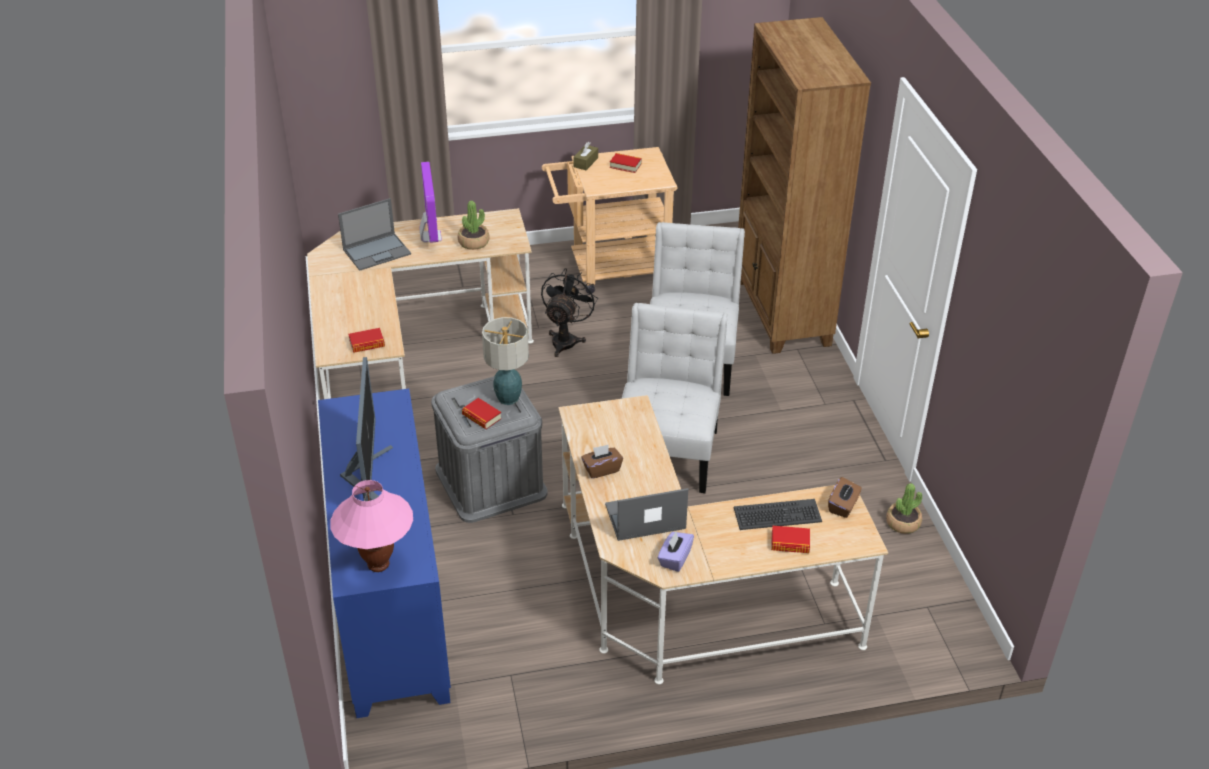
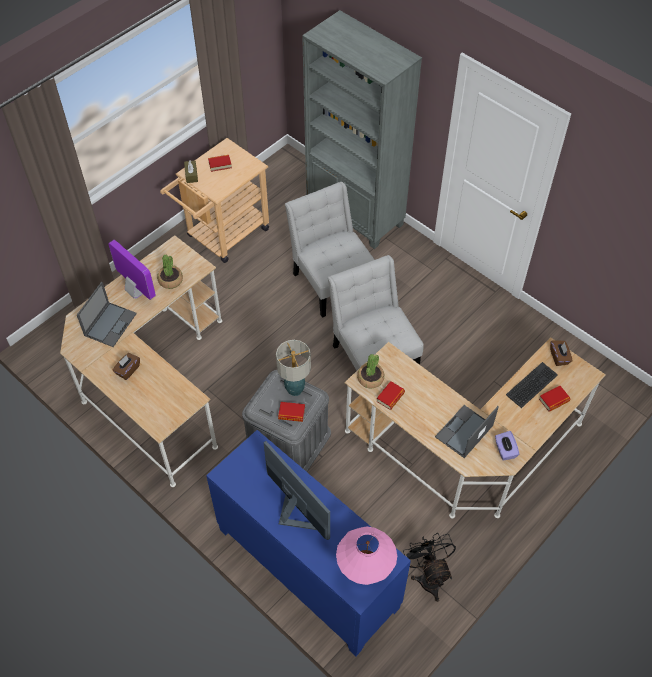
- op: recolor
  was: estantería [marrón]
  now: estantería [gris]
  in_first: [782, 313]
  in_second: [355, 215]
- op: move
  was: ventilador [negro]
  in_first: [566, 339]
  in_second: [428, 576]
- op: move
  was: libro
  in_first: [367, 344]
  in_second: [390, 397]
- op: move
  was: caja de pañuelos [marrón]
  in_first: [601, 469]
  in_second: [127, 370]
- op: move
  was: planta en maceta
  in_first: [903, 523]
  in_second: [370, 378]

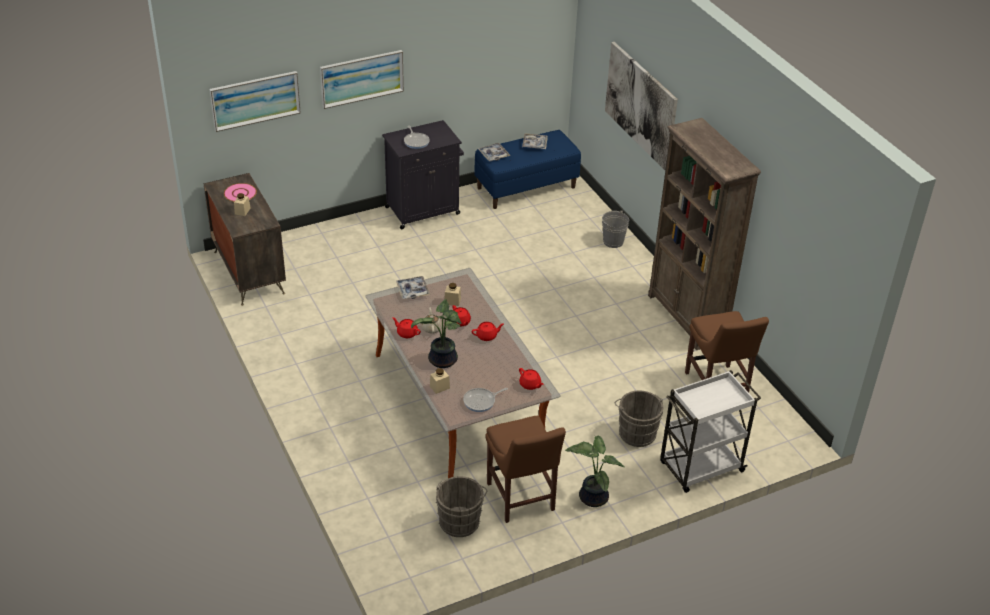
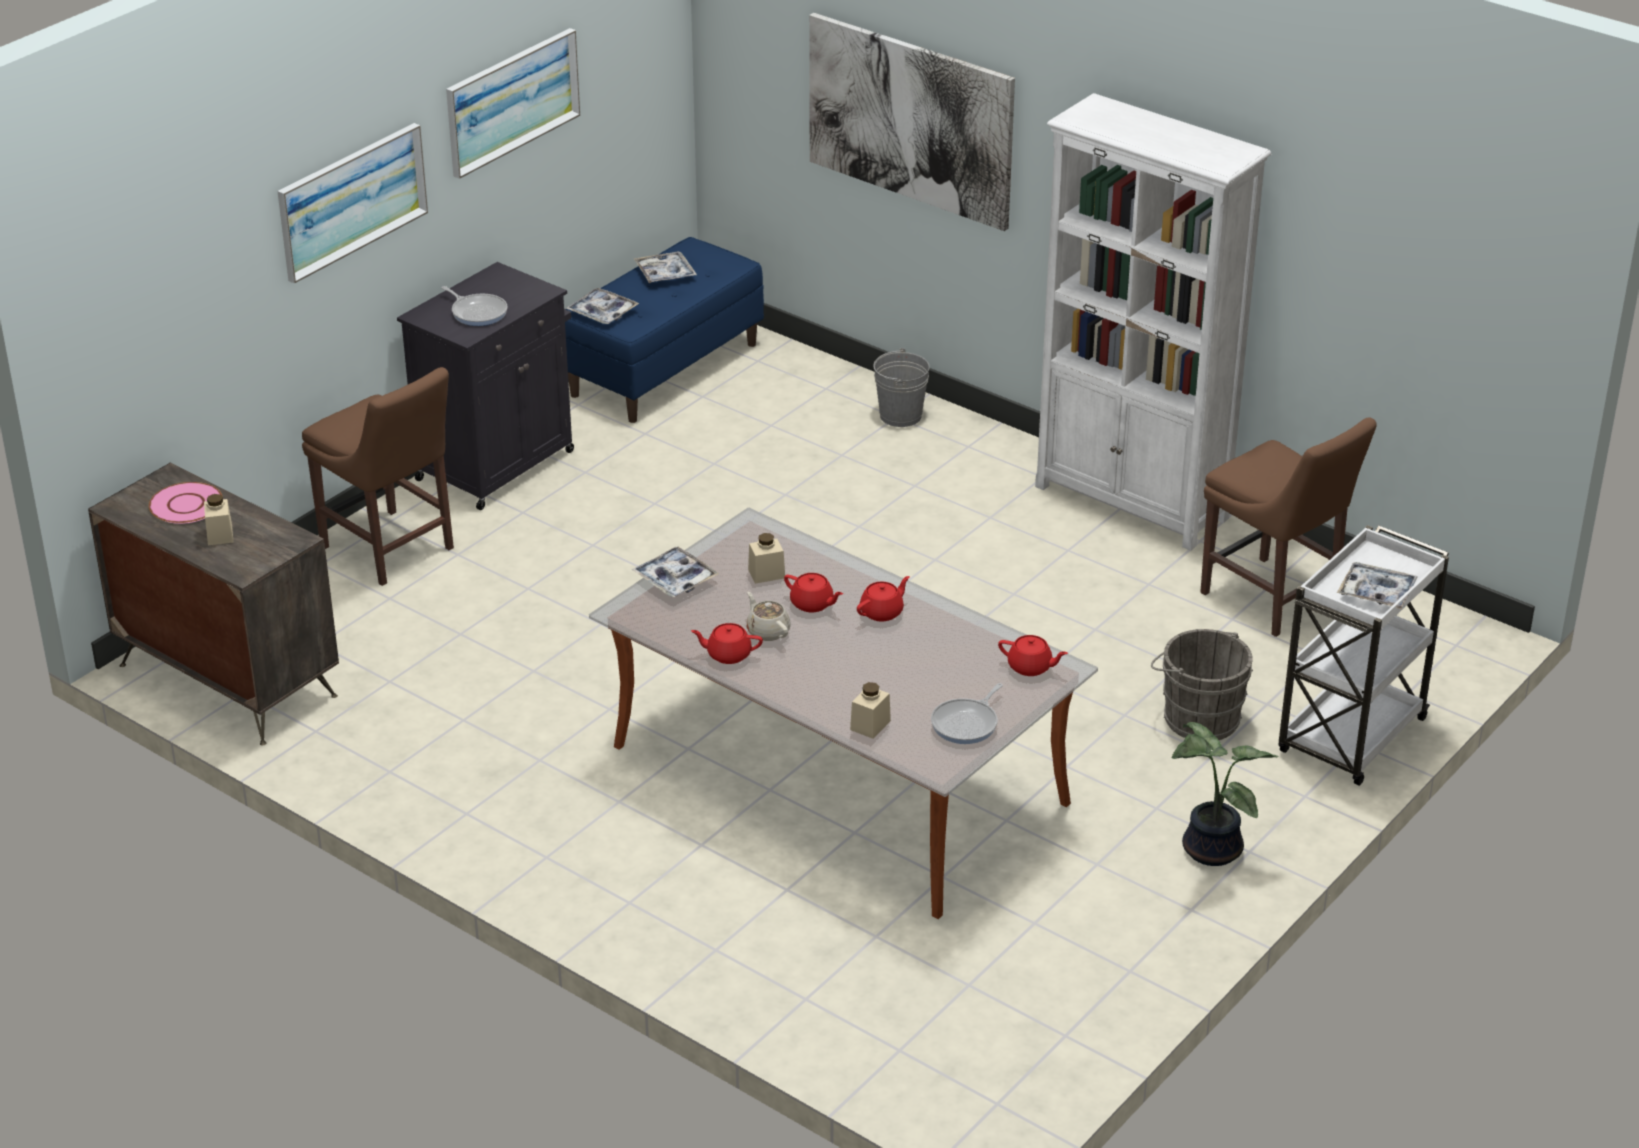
- op: move
  was: cuadro
  in_first: [255, 100]
  in_second: [512, 101]
- op: recolor
  was: estantería [marrón]
  now: estantería [blanco]
  in_first: [687, 318]
  in_second: [1132, 503]
- op: delete
  was: planta en maceta
  in_first: [442, 361]
- op: move
  was: silla [marrón]
  in_first: [521, 499]
  in_second: [391, 550]
- op: delete
  was: cubo [gris]
  in_first: [460, 520]
- op: insert
  now: bandeja
  in_second: [1376, 592]

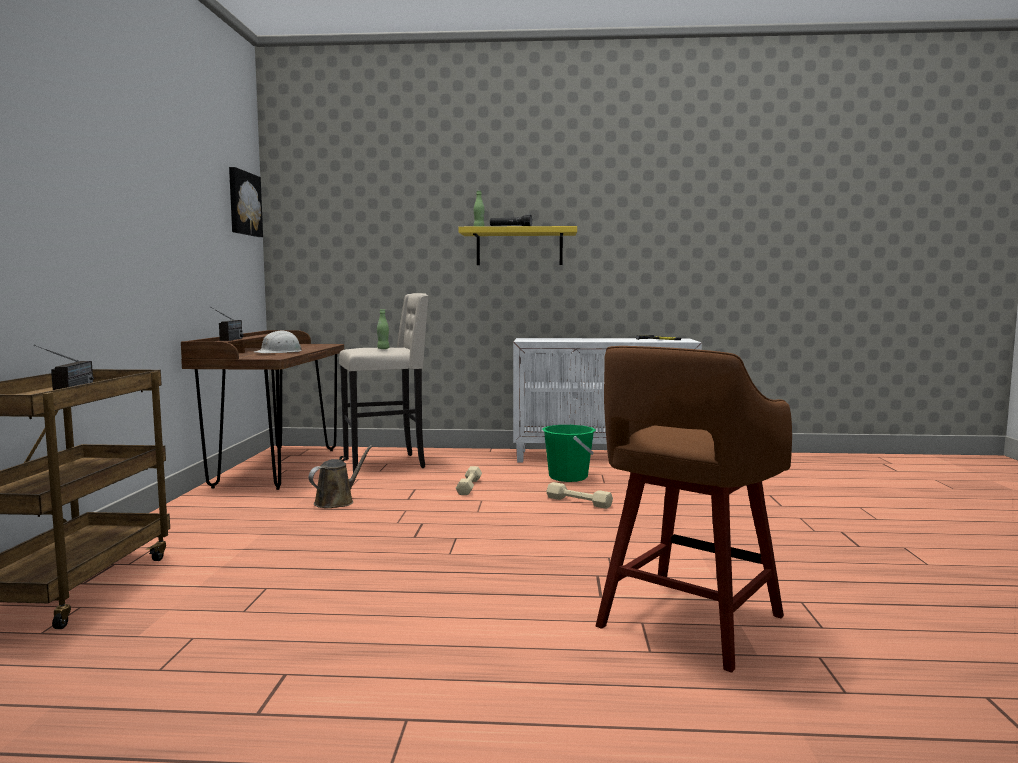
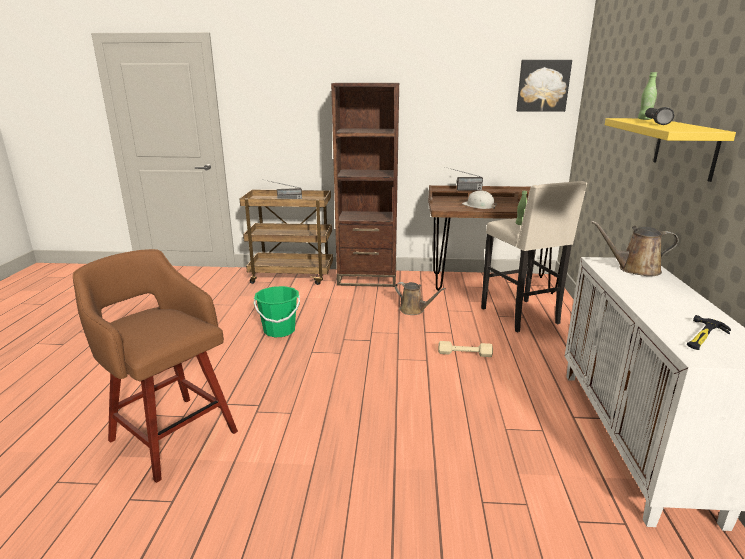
- op: move
  was: cubo [verde]
  in_first: [568, 477]
  in_second: [279, 330]
- op: delete
  was: mancuerna [beis]
  in_first: [579, 502]
- op: insert
  now: estantería [marrón]
  in_second: [367, 278]
- op: insert
  now: regadera [marrón]
  in_second: [635, 269]

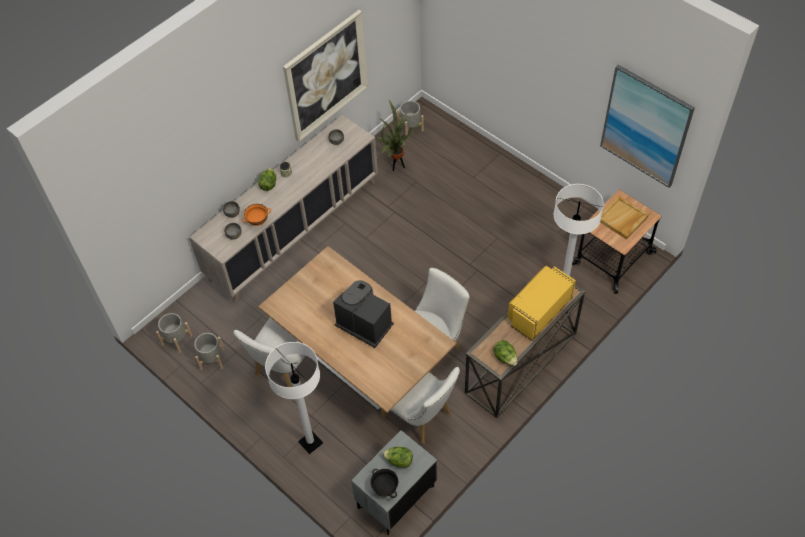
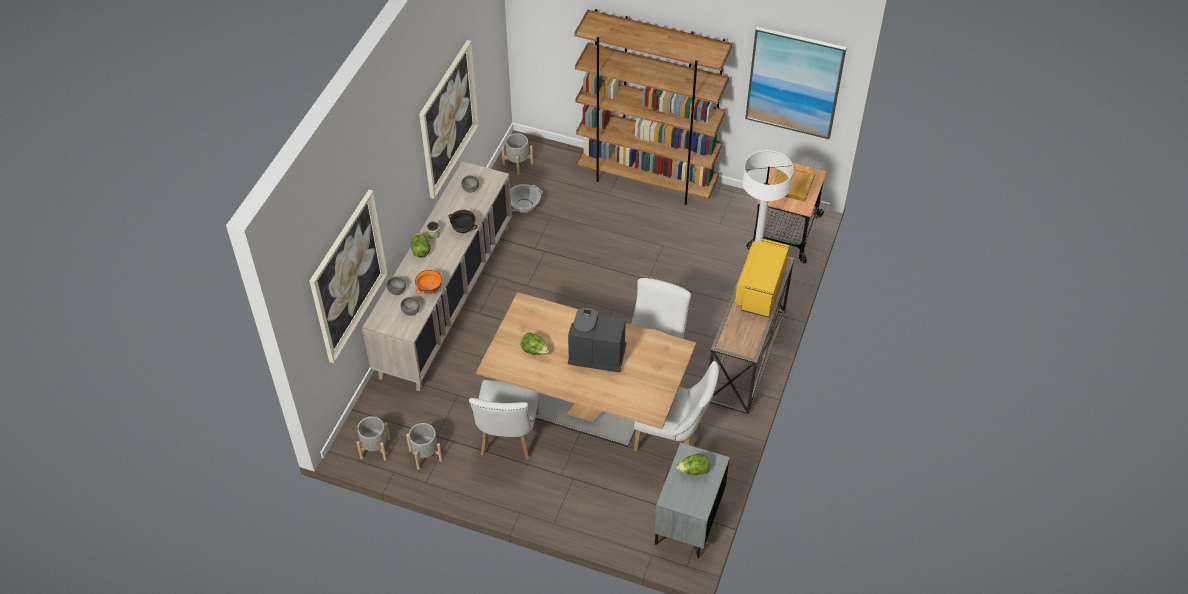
- op: replace
  was: planta en maceta
  now: olla
  in_first: [397, 166]
  in_second: [524, 205]
- op: move
  was: lechuga
  in_first: [505, 358]
  in_second: [534, 351]
- op: delete
  was: lámpara de pie [blanco]
  in_first: [310, 442]
- op: move
  was: cuenco [negro]
  in_first: [384, 488]
  in_second: [463, 230]
- op: insert
  now: estantería [marrón]
  in_second: [647, 180]
- op: insert
  now: cuadro
  in_second: [348, 276]

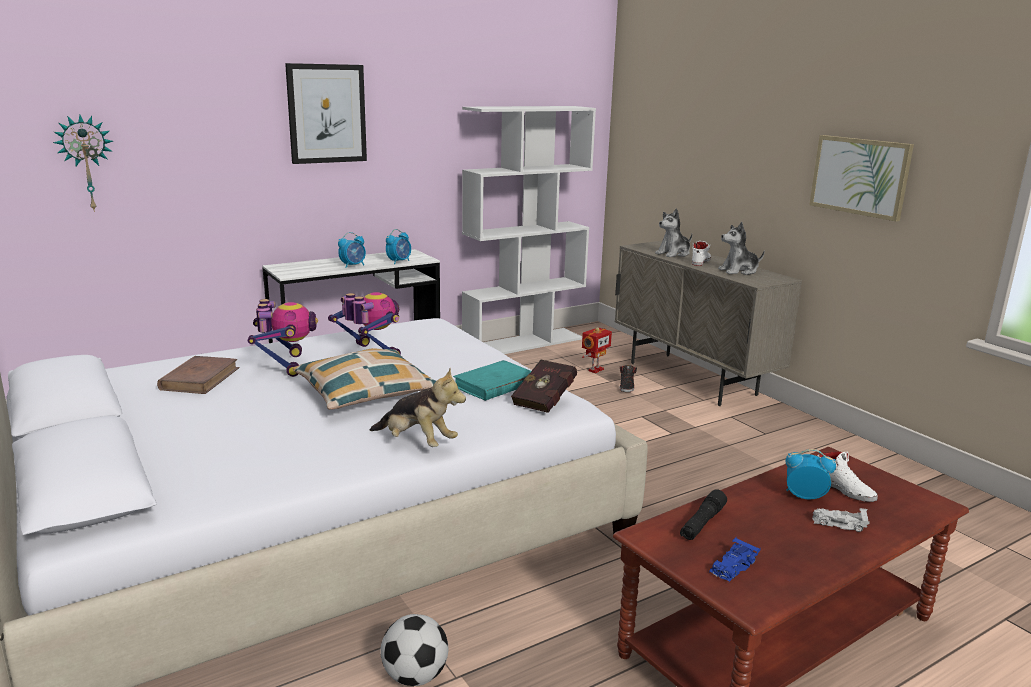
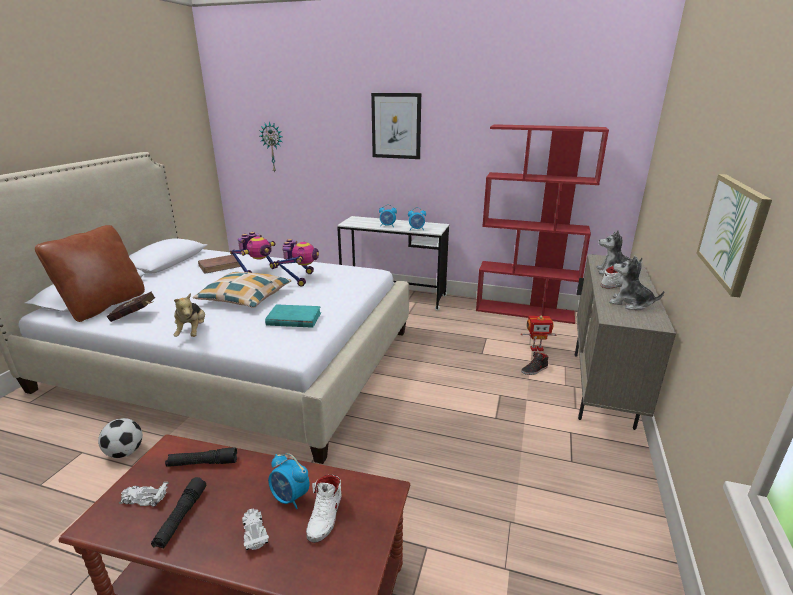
- op: recolor
  was: estantería [blanco]
  now: estantería [rojo]
  in_first: [523, 343]
  in_second: [525, 311]
- op: move
  was: libro [rojo]
  in_first: [546, 400]
  in_second: [136, 316]
- op: rotate
  was: despertador
  in_first: [804, 496]
  in_second: [290, 498]
  clockwise: 150
- op: recolor
  was: coche de juguete [azul]
  now: coche de juguete [blanco]
  in_first: [732, 567]
  in_second: [144, 498]
- op: insert
  now: cojín [marrón]
  in_second: [104, 305]
- op: insert
  now: linterna [negro]
  in_second: [181, 518]

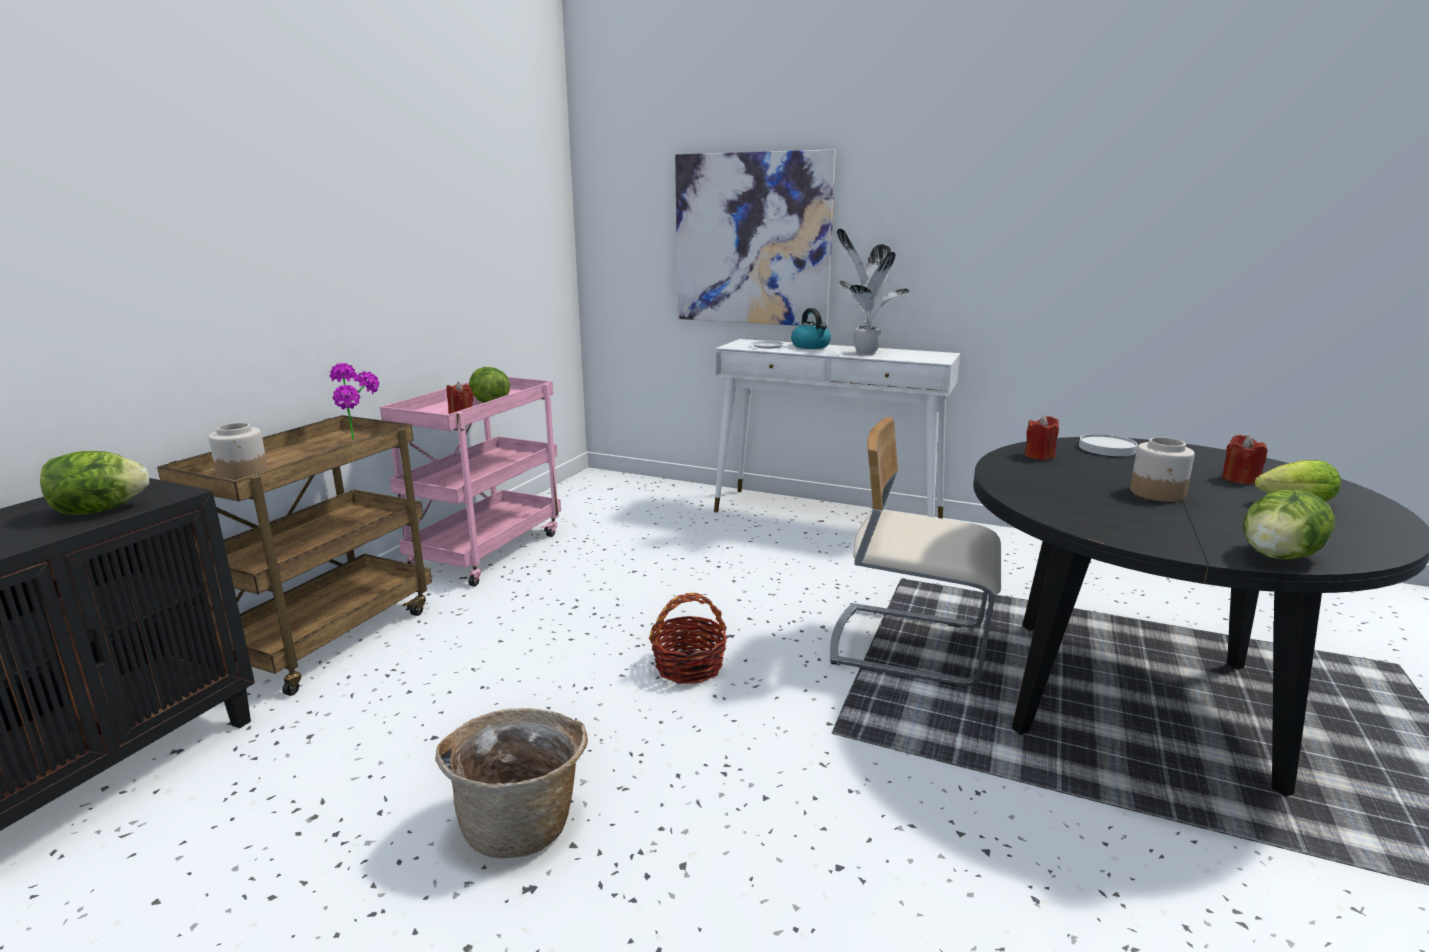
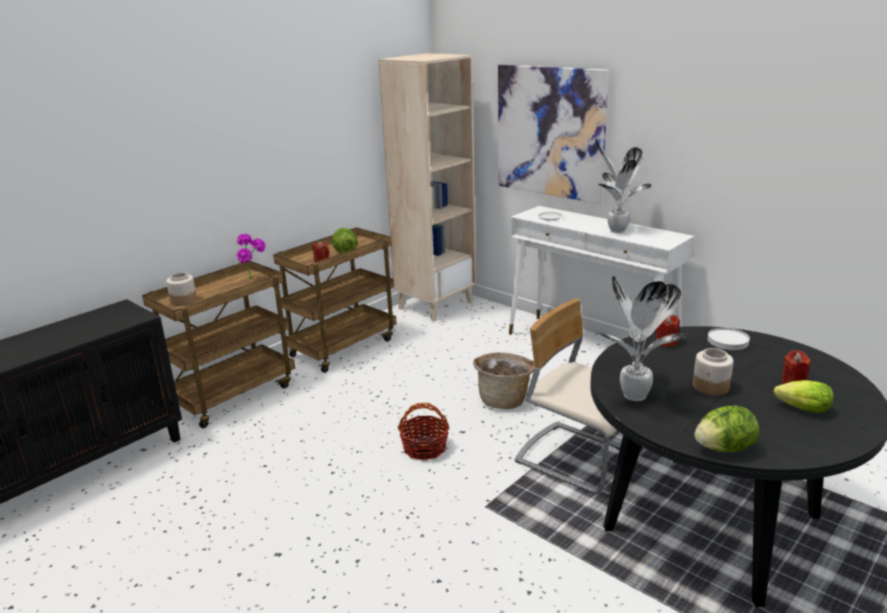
- op: delete
  was: hervidor
  in_first: [811, 346]
- op: recolor
  was: carrito [rosa]
  now: carrito [marrón]
  in_first: [487, 550]
  in_second: [343, 347]
- op: delete
  was: lechuga
  in_first: [100, 510]
- op: move
  was: cesta
  in_first: [522, 822]
  in_second: [504, 399]
- op: insert
  now: estantería [beis]
  in_second: [435, 305]
- op: insert
  now: planta en maceta
  in_second: [635, 397]

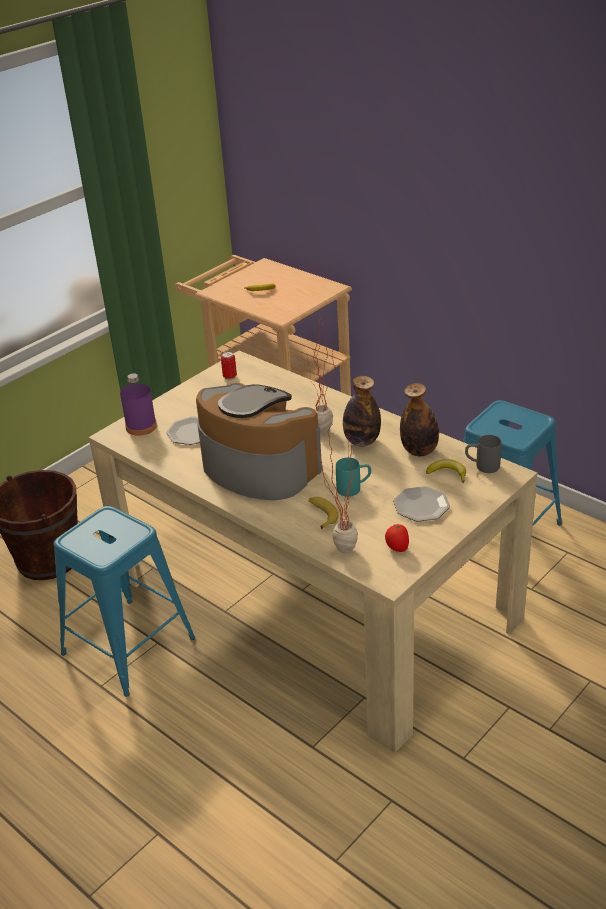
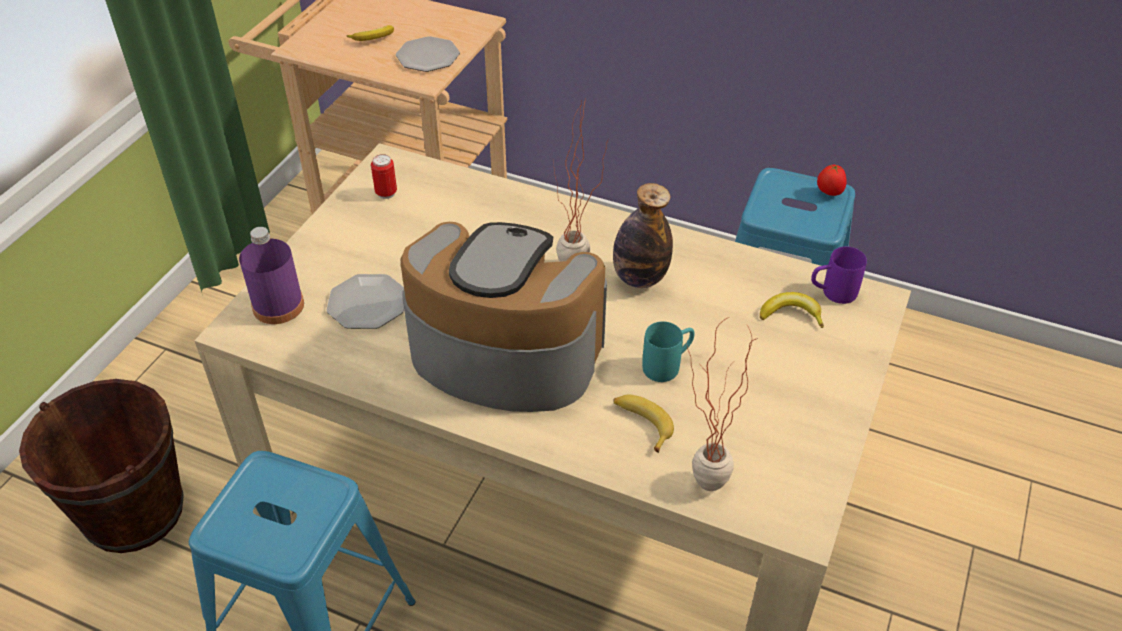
- op: delete
  was: botella
  in_first: [419, 451]
- op: recolor
  was: taza grande [gris]
  now: taza grande [morado]
  in_first: [482, 466]
  in_second: [832, 293]
- op: move
  was: plato
  in_first: [421, 506]
  in_second: [427, 57]
- op: move
  was: tomate
  in_first: [397, 548]
  in_second: [829, 193]

